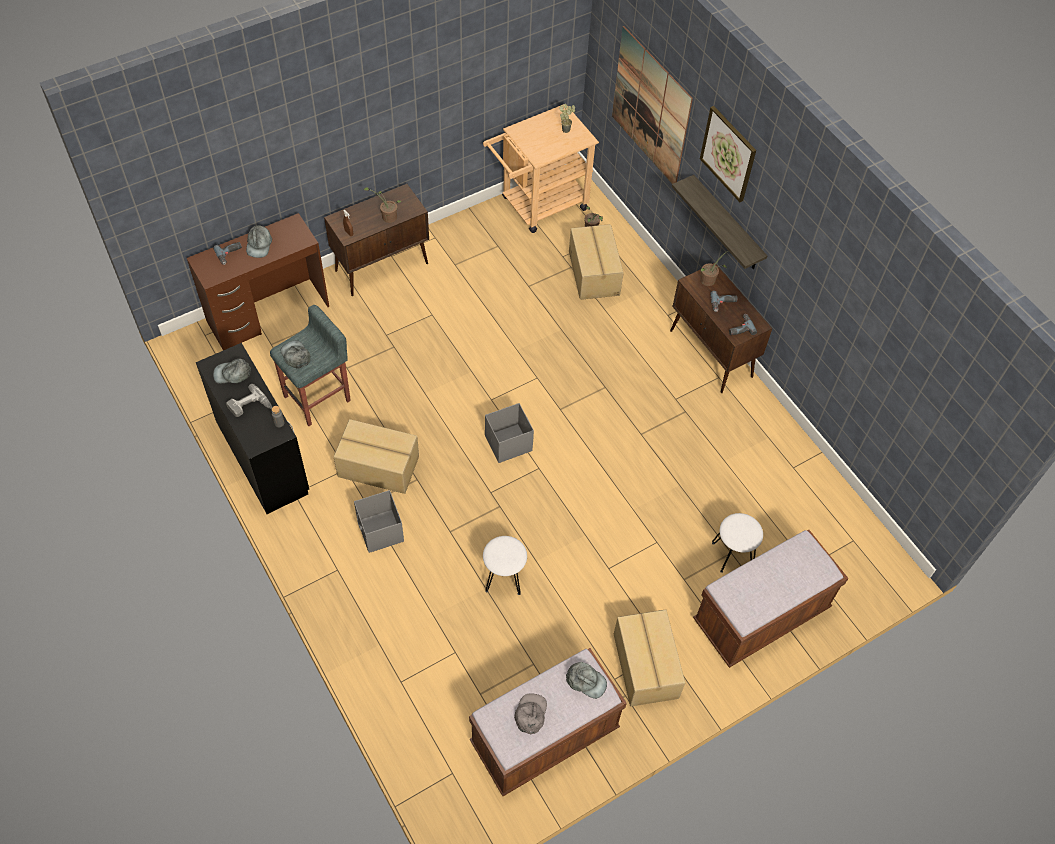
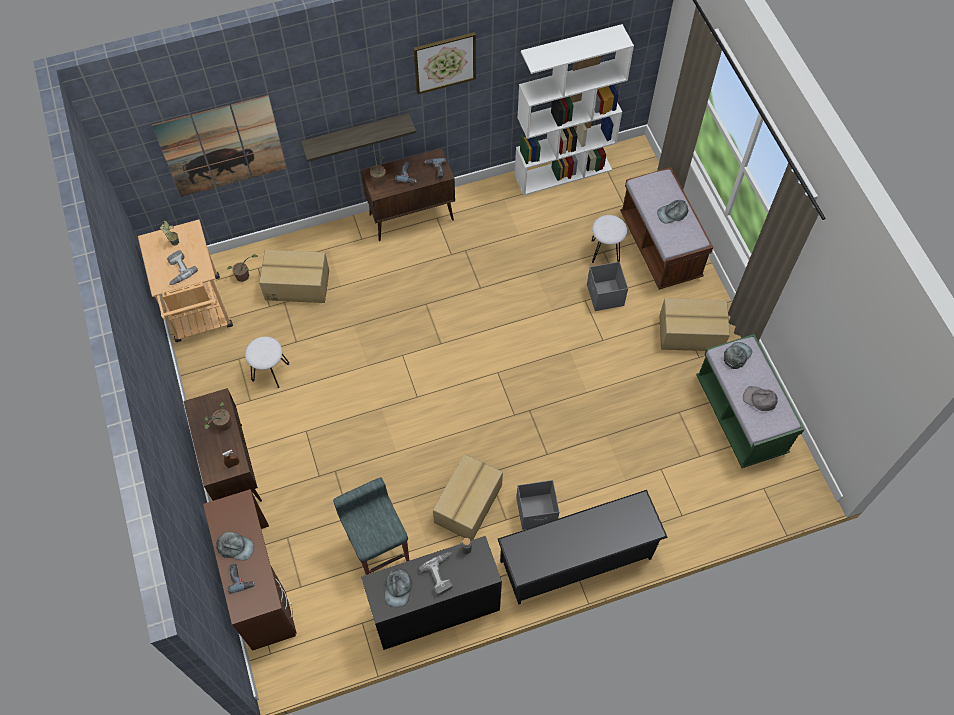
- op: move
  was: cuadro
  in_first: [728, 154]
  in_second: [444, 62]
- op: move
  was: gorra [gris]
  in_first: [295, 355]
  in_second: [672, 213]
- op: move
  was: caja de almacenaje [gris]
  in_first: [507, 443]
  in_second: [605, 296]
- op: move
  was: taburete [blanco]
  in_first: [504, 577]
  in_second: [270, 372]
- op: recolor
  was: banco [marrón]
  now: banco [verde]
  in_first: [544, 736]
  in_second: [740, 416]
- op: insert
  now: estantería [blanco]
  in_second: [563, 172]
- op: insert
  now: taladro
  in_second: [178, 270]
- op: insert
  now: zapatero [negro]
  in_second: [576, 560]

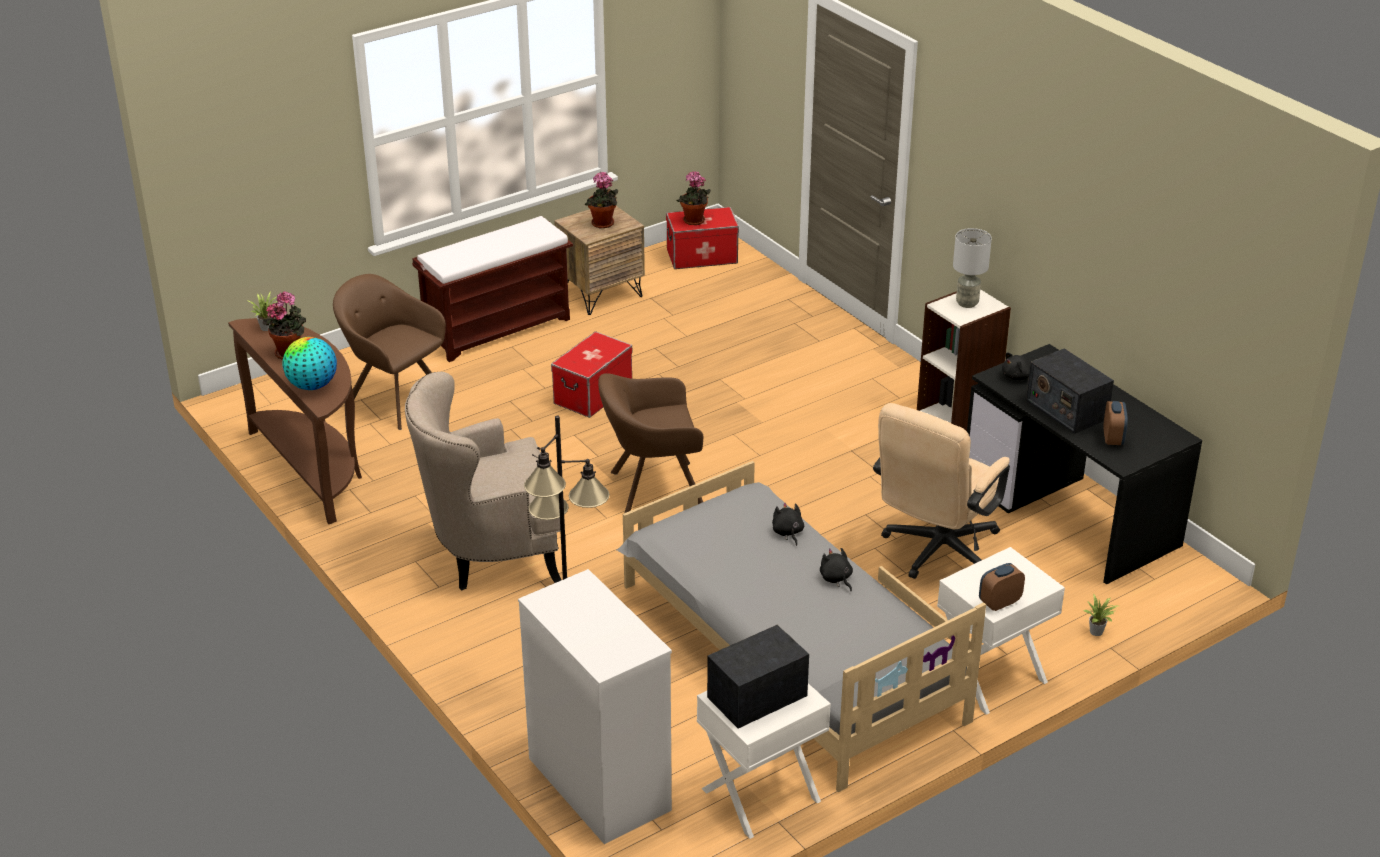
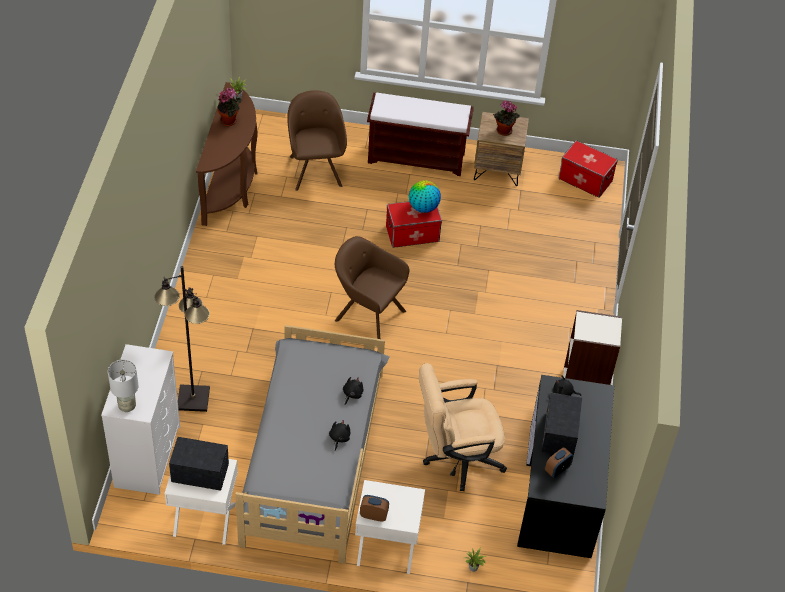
- op: delete
  was: planta en maceta
  in_first: [694, 222]
- op: move
  was: lámpara de mesa [gris]
  in_first: [967, 303]
  in_second: [127, 406]
- op: move
  was: globo terráqueo
  in_first: [312, 386]
  in_second: [423, 207]
- op: delete
  was: sillón [beis]
  in_first: [491, 555]

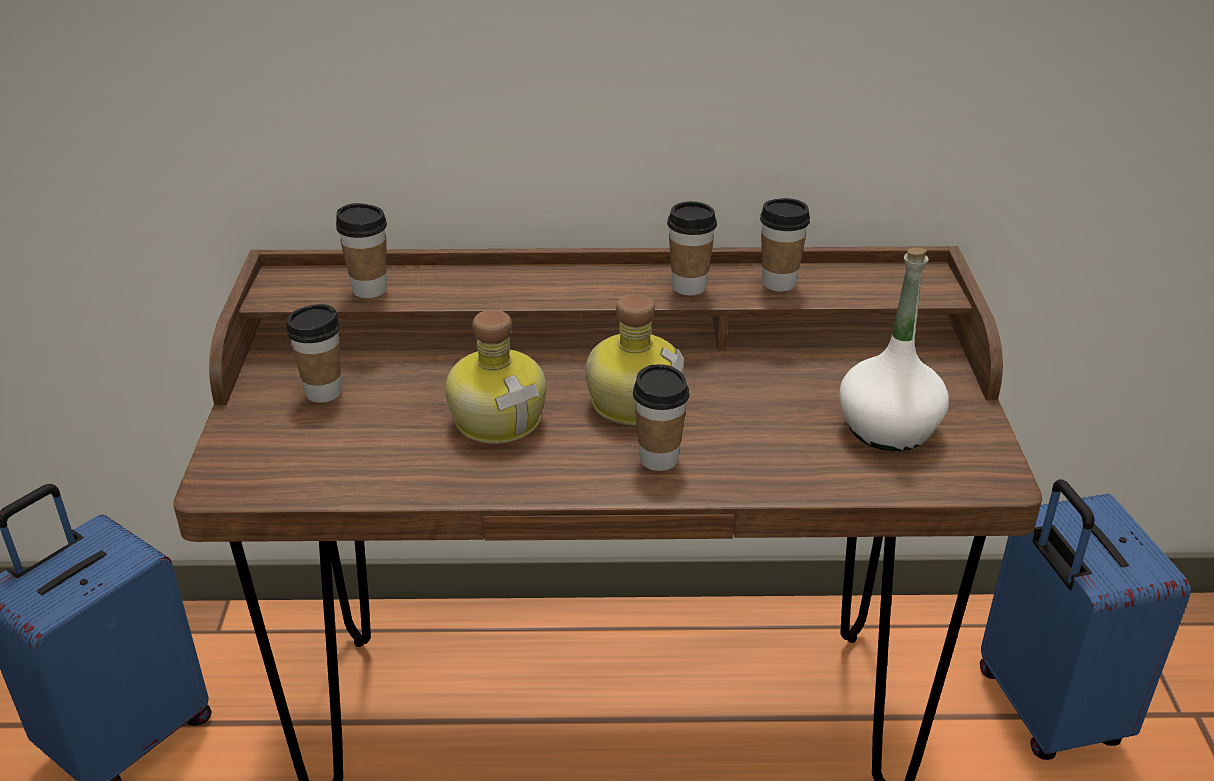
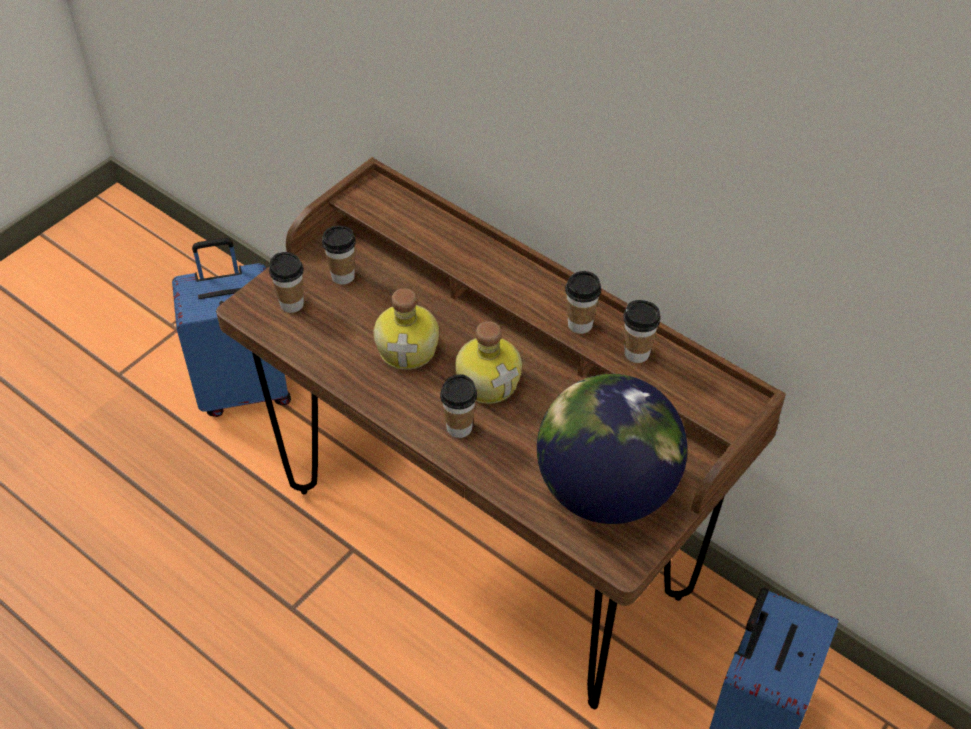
- op: move
  was: taza
  in_first: [369, 289]
  in_second: [292, 304]
- op: replace
  was: botella [blanco]
  now: globo terráqueo
  in_first: [887, 428]
  in_second: [605, 490]

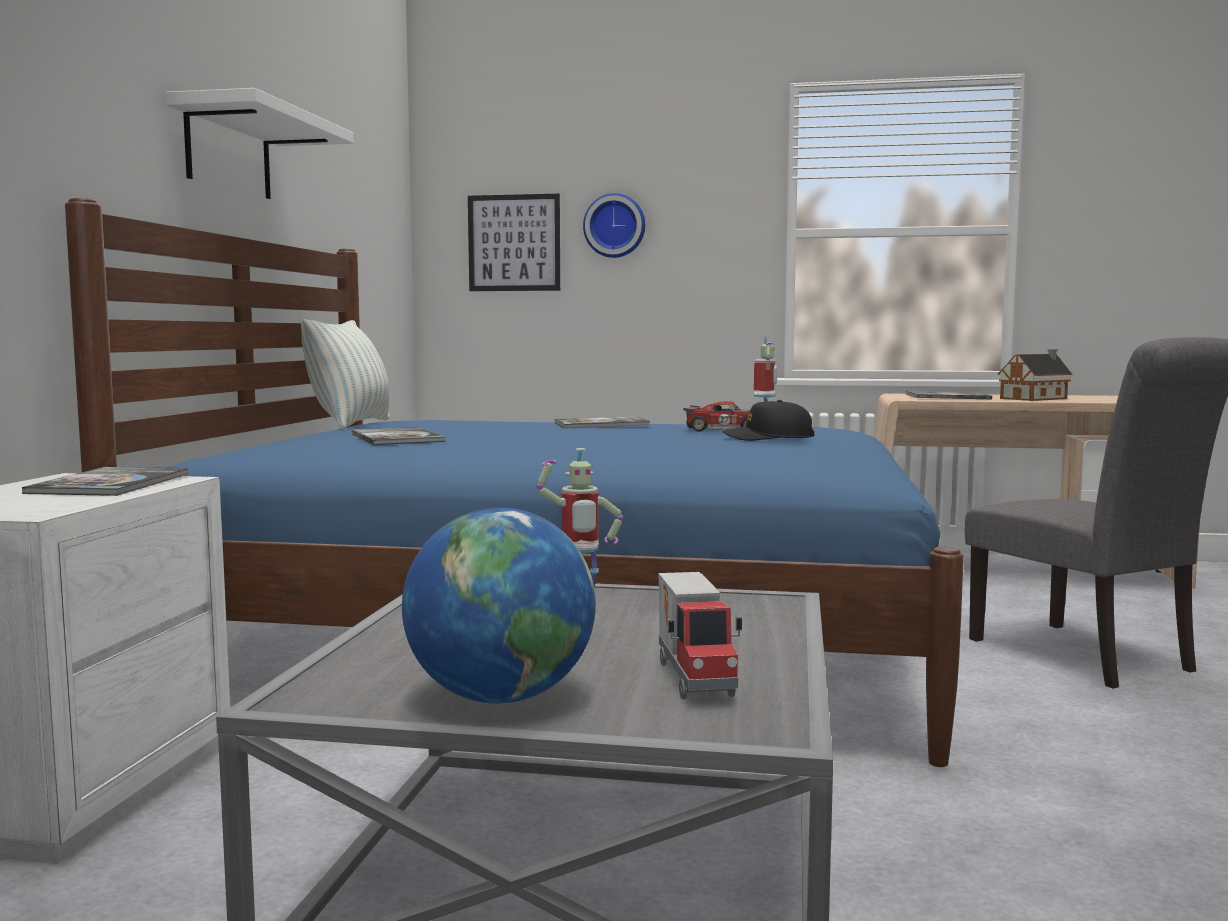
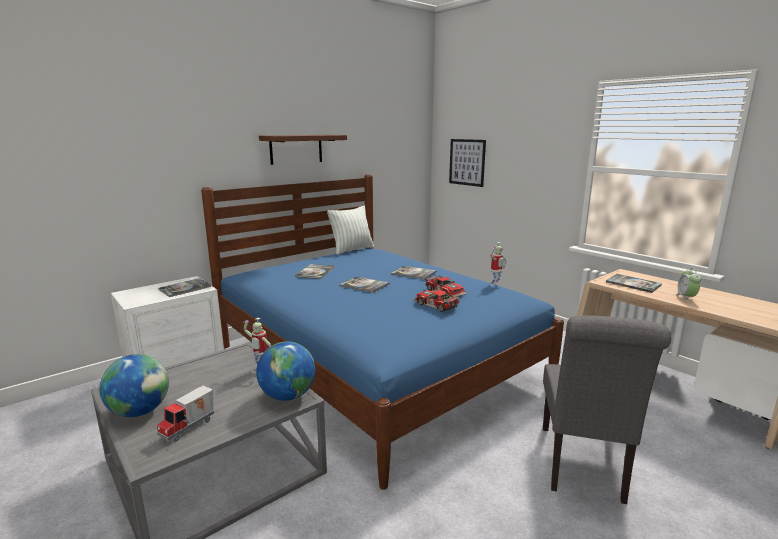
- op: recolor
  was: estante [blanco]
  now: estante [marrón]
  in_first: [228, 152]
  in_second: [296, 149]
- op: delete
  was: reloj de pared
  in_first: [615, 226]
- op: replace
  was: casita
  now: despertador
  in_first: [1036, 398]
  in_second: [686, 298]
- op: replace
  was: gorra [negro]
  now: coche de juguete
  in_first: [768, 438]
  in_second: [435, 305]
- op: insert
  now: libro
  in_second: [364, 285]
- op: insert
  now: globo terráqueo
  in_second: [288, 396]

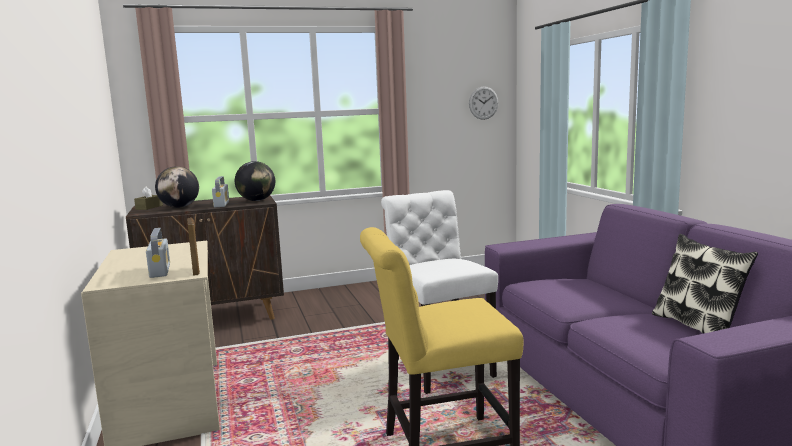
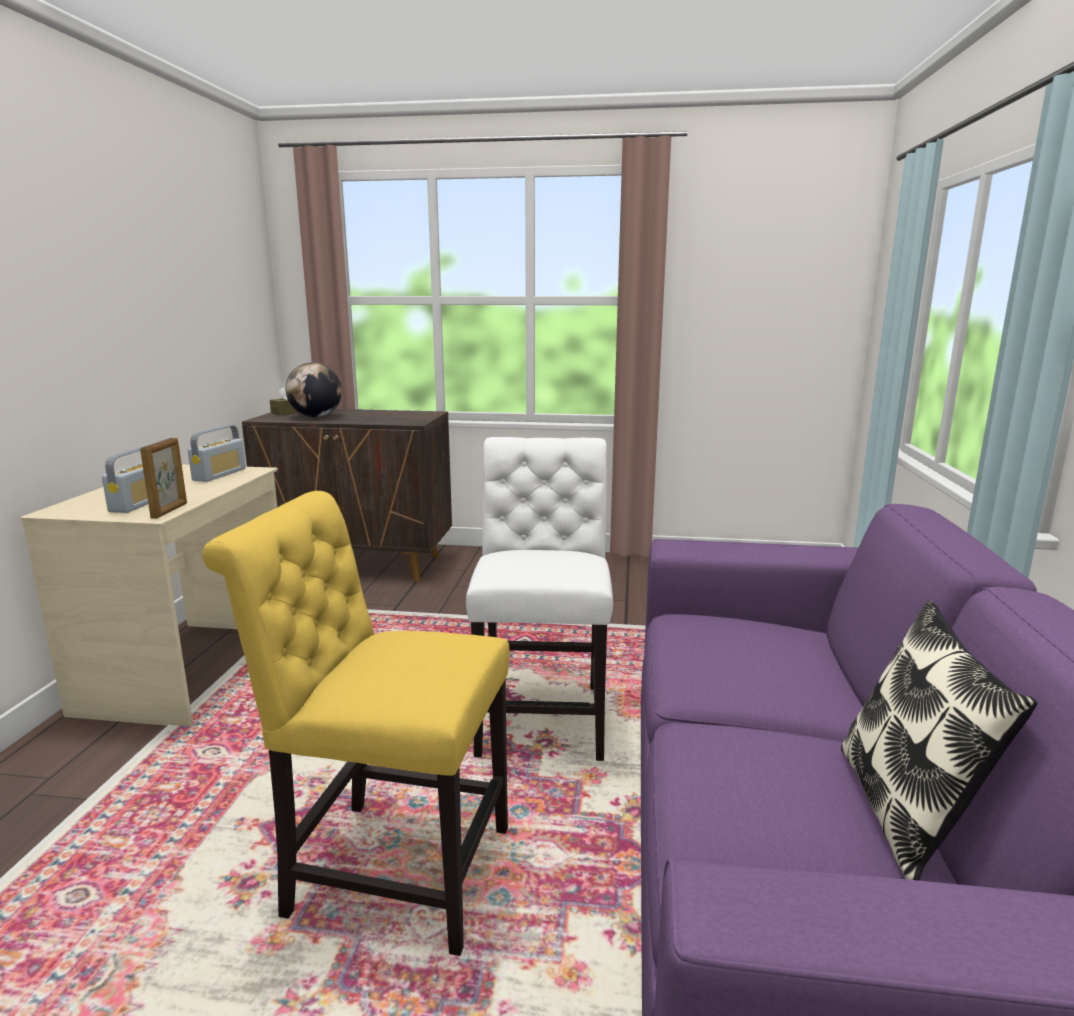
- op: delete
  was: reloj de pared
  in_first: [483, 103]
- op: delete
  was: globo terráqueo
  in_first: [256, 200]
- op: move
  was: radio
  in_first: [221, 204]
  in_second: [219, 474]

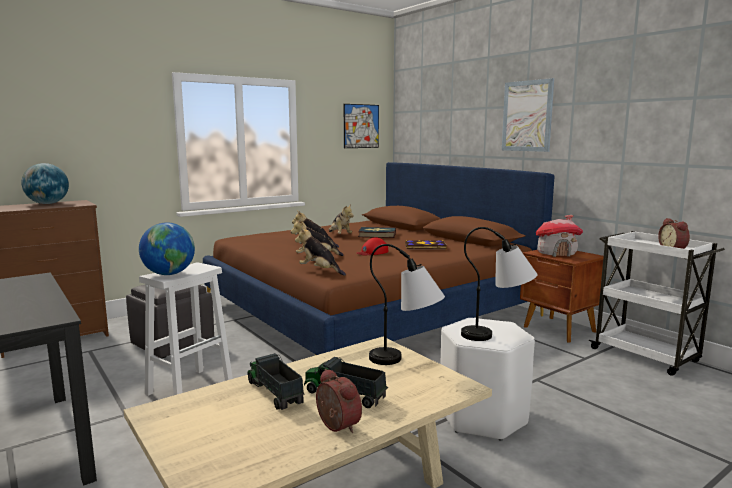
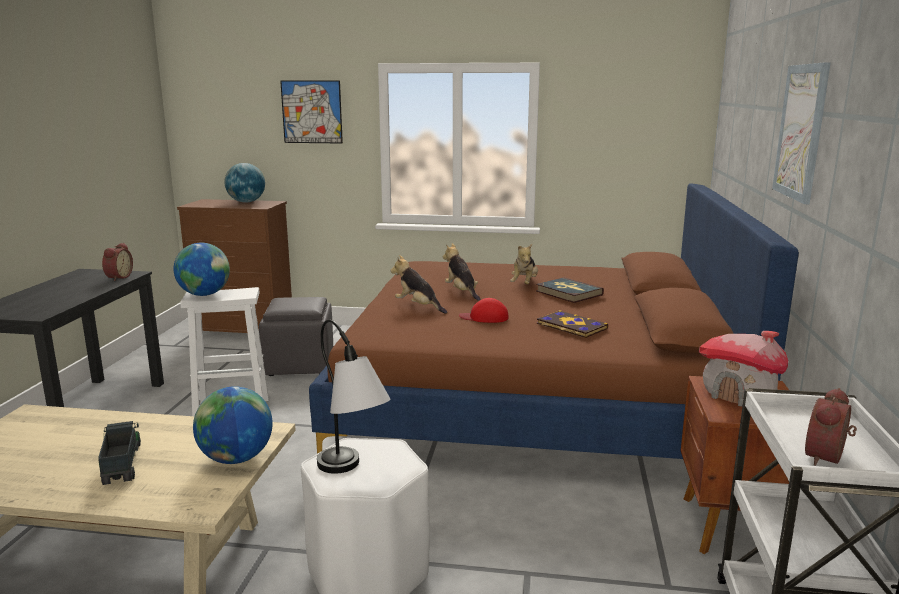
- op: move
  was: cuadro
  in_first: [361, 126]
  in_second: [312, 112]
- op: delete
  was: peluche
  in_first: [320, 271]
- op: replace
  was: lámpara de mesa
  now: globo terráqueo
  in_first: [406, 362]
  in_second: [236, 459]
- op: delete
  was: camión de juguete
  in_first: [274, 392]
- op: move
  was: despertador
  in_first: [336, 426]
  in_second: [118, 277]

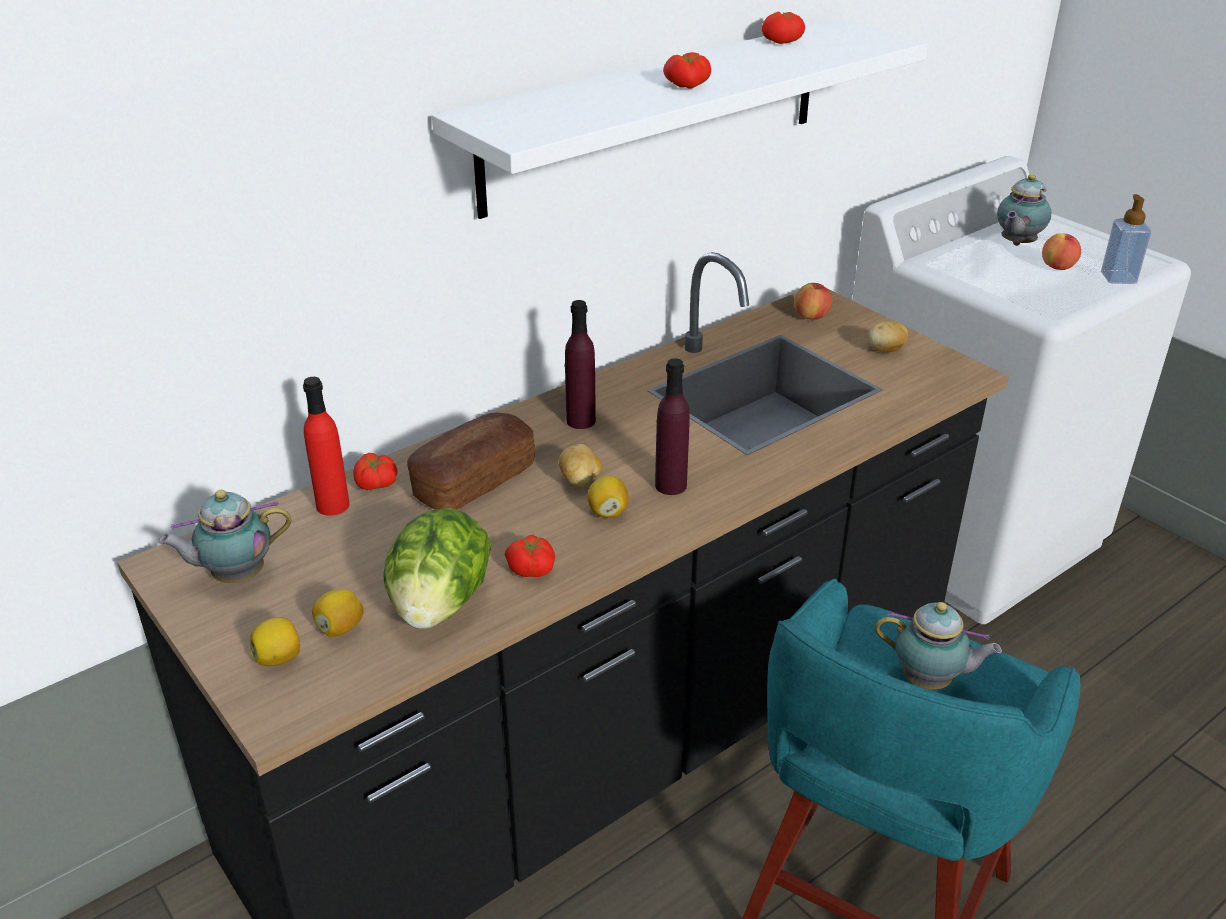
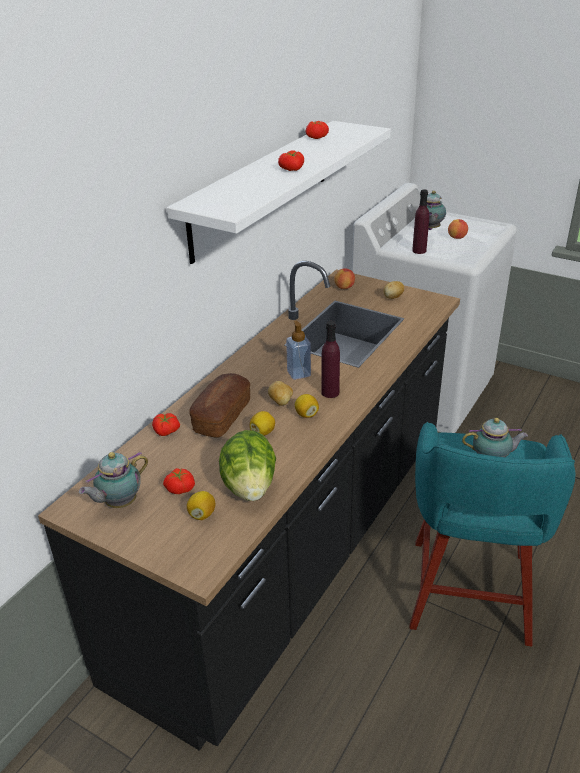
- op: move
  was: dispensador de jabón
  in_first: [1118, 278]
  in_second: [299, 373]
- op: move
  was: botella [morado]
  in_first: [581, 421]
  in_second: [419, 251]
- op: delete
  was: botella [rojo]
  in_first: [333, 505]
- op: move
  was: tomate
  in_first: [532, 568]
  in_second: [180, 488]
- op: move
  was: limón
  in_first: [279, 658]
  in_second: [263, 432]

